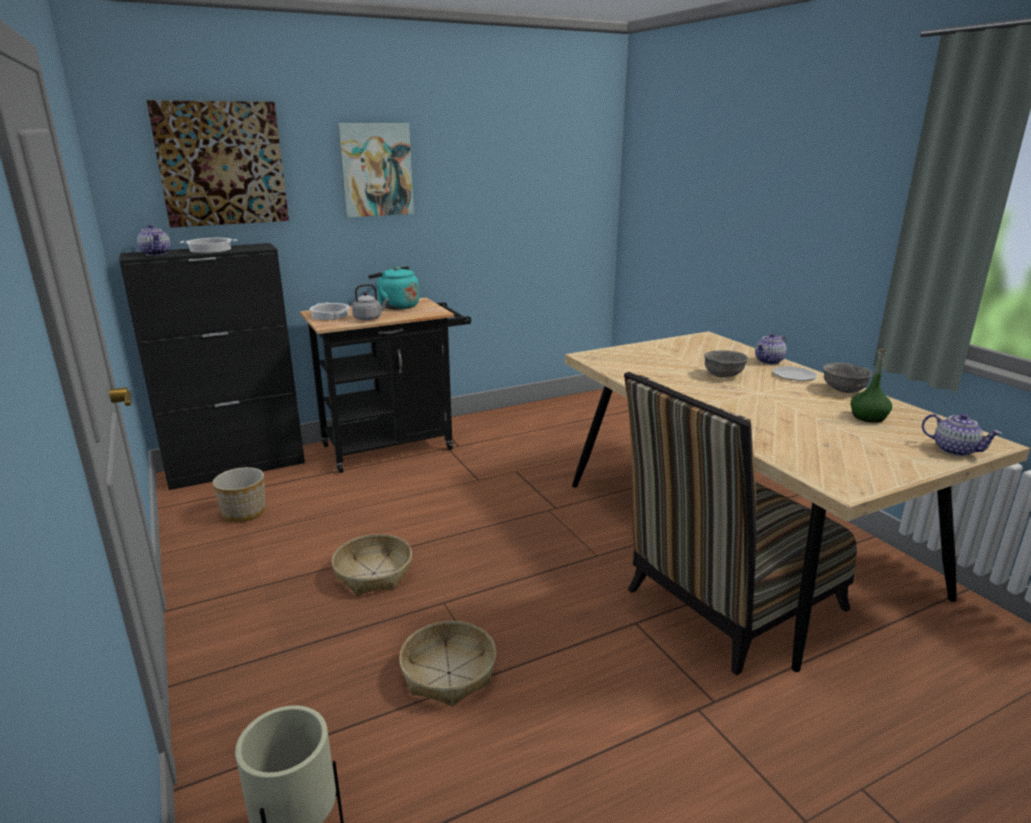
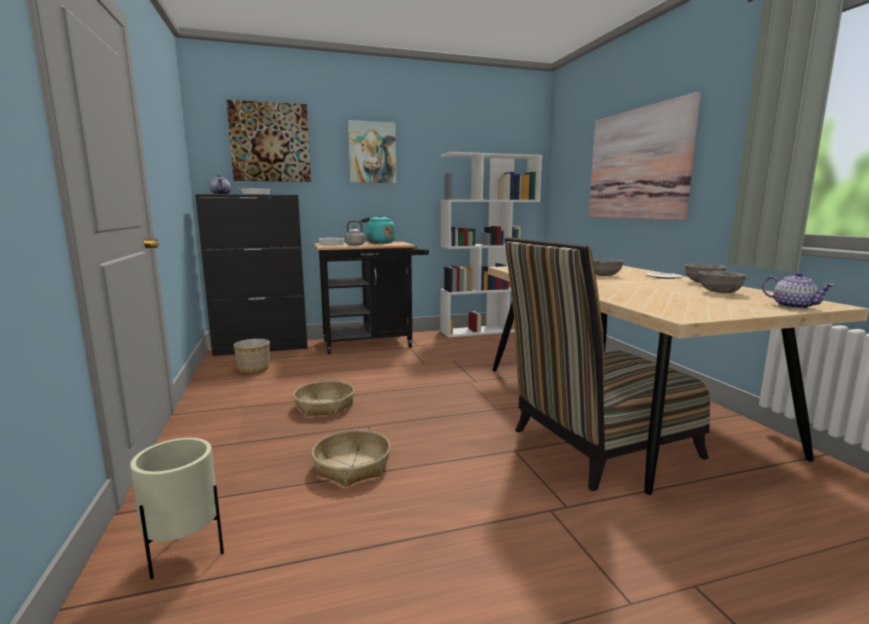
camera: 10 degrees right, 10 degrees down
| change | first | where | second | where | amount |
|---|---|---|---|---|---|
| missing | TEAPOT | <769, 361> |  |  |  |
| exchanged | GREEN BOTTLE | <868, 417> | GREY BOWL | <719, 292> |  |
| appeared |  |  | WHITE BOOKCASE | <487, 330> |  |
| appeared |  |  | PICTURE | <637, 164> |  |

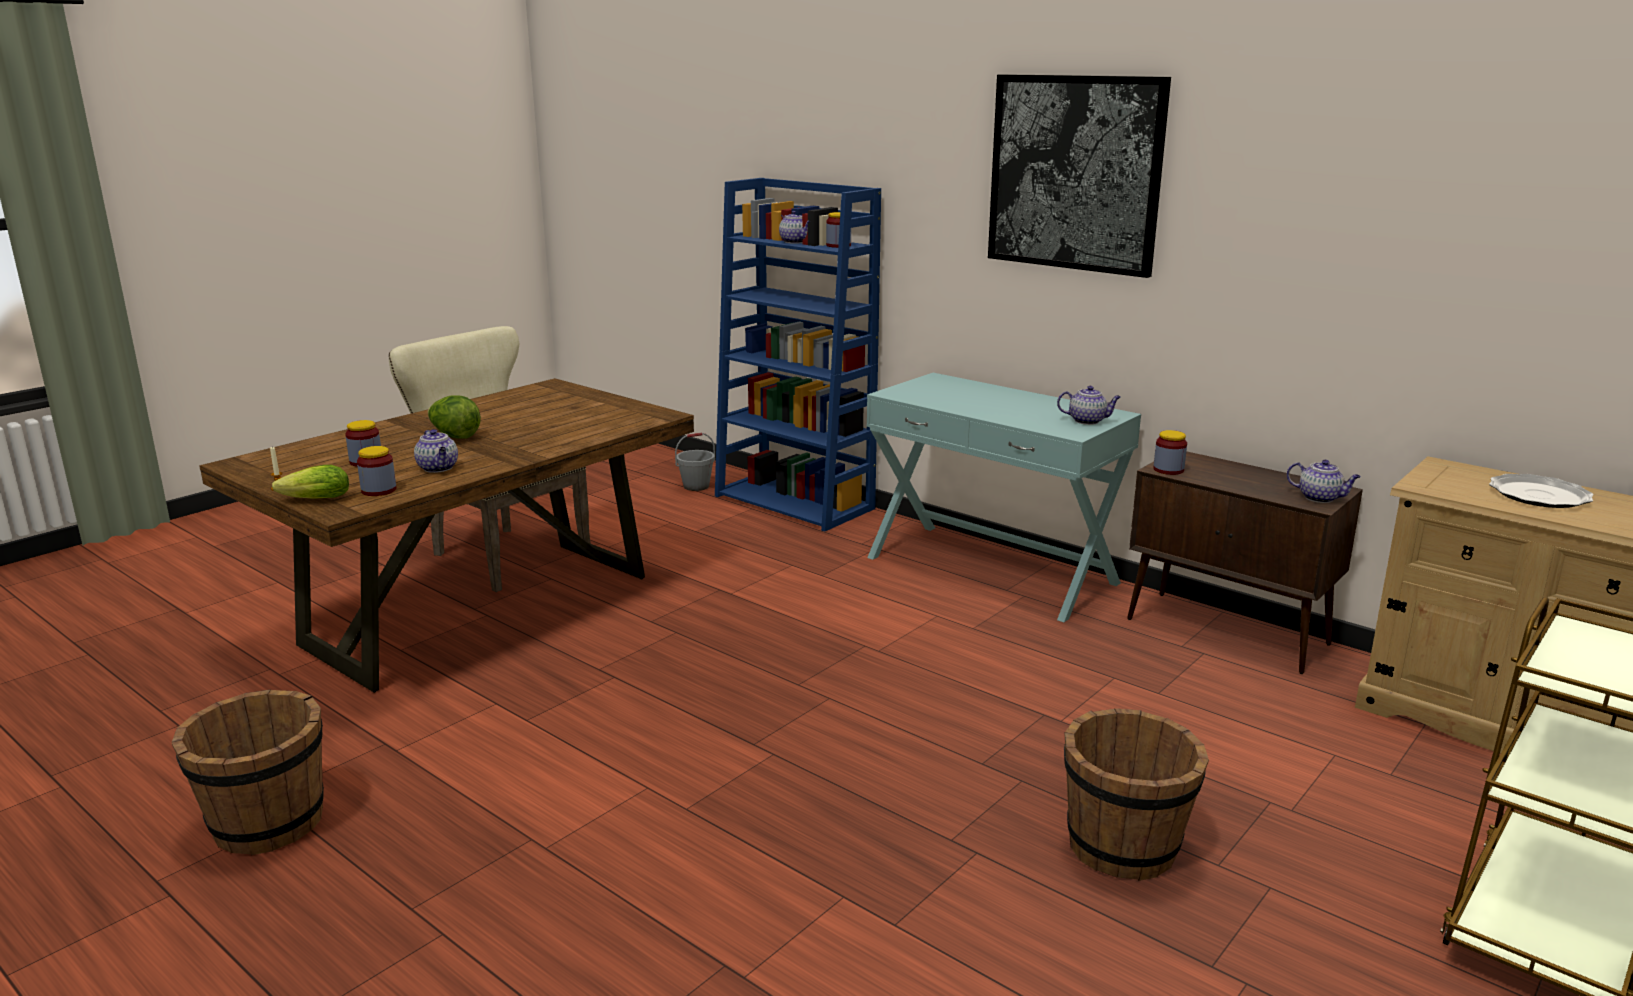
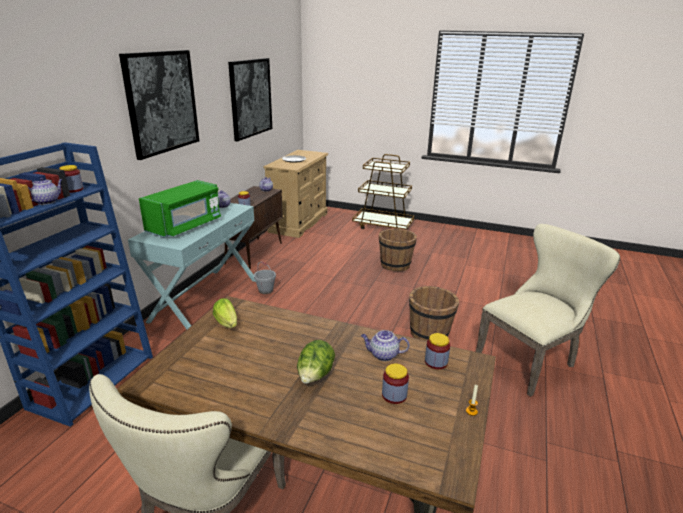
camera: 110 degrees left, 5 degrees up
| change | first | where | second | where | amount |
|---|---|---|---|---|---|
| relocated | BROWN BUCKET | <267, 824> |  | <429, 334> |  |
| relocated | LETTUCE | <313, 500> |  | <227, 323> |  |
| spun | TEAPOT | <438, 468> |  | <383, 355> | 120 degrees counterclockwise |
| relocated | GREY BUCKET | <696, 486> |  | <265, 290> |  |
| appeared |  |  | GREEN MICROWAVE | <185, 226> |  |
| appeared |  |  | PICTURE | <250, 98> |  |
| appeared |  |  | BEIGE CHAIR | <530, 360> |  |

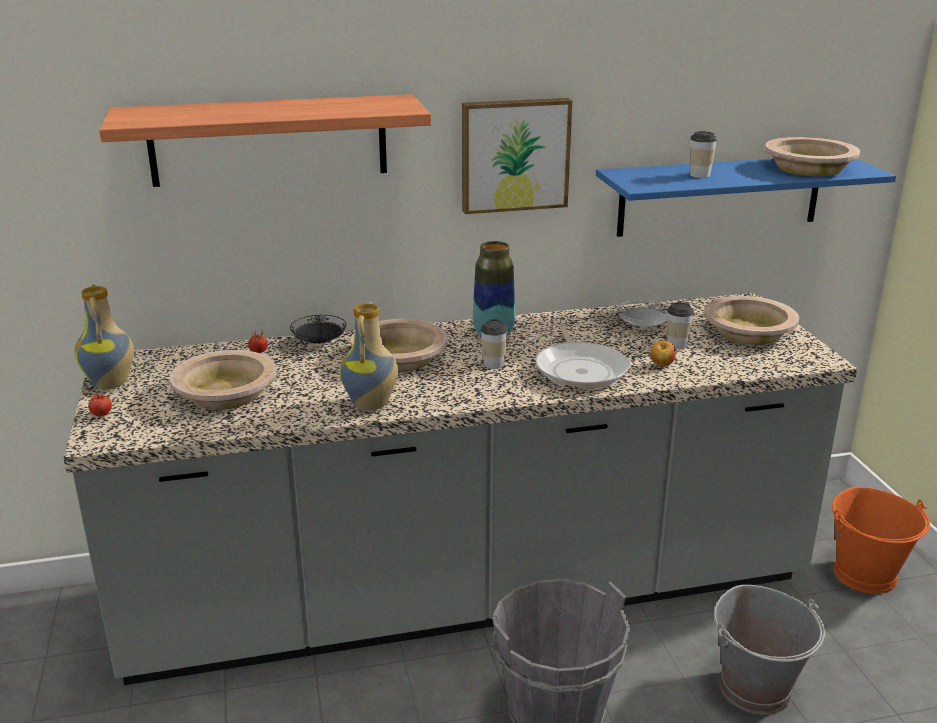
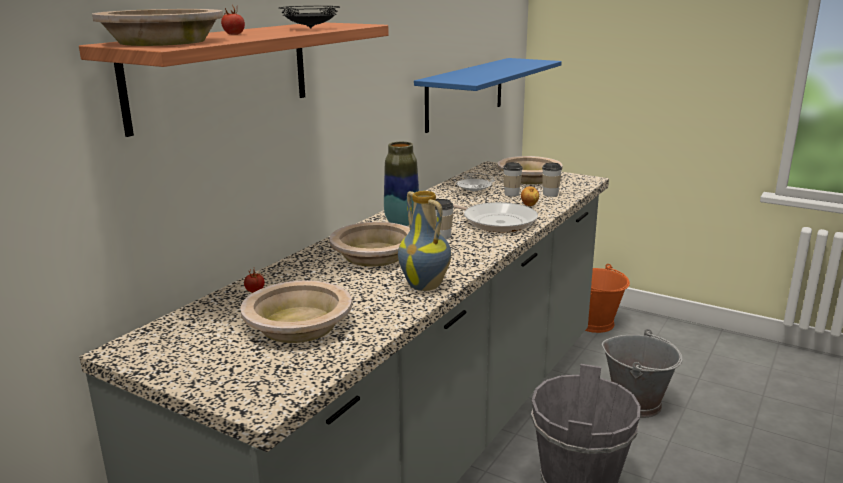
camera: 45 degrees left, 5 degrees down
| change | first | where | second | where | amount |
|---|---|---|---|---|---|
| missing | VASE | <112, 384> |  |  |  |
| relocated | TOMATO | <102, 414> |  | <234, 34> |  |
| relocated | BLACK PLATE | <319, 342> |  | <311, 28> |  |
| missing | PICTURE | <514, 154> |  |  |  |
| relocated | CUP | <699, 175> |  | <550, 194> |  |
| relocated | BEIGE BOWL | <809, 168> |  | <163, 41> |  |

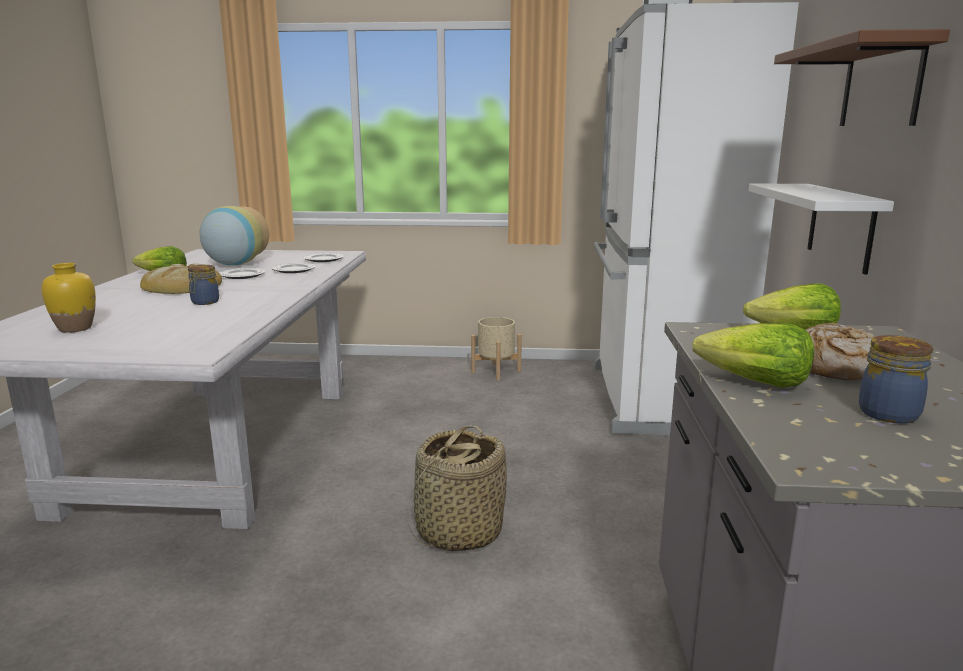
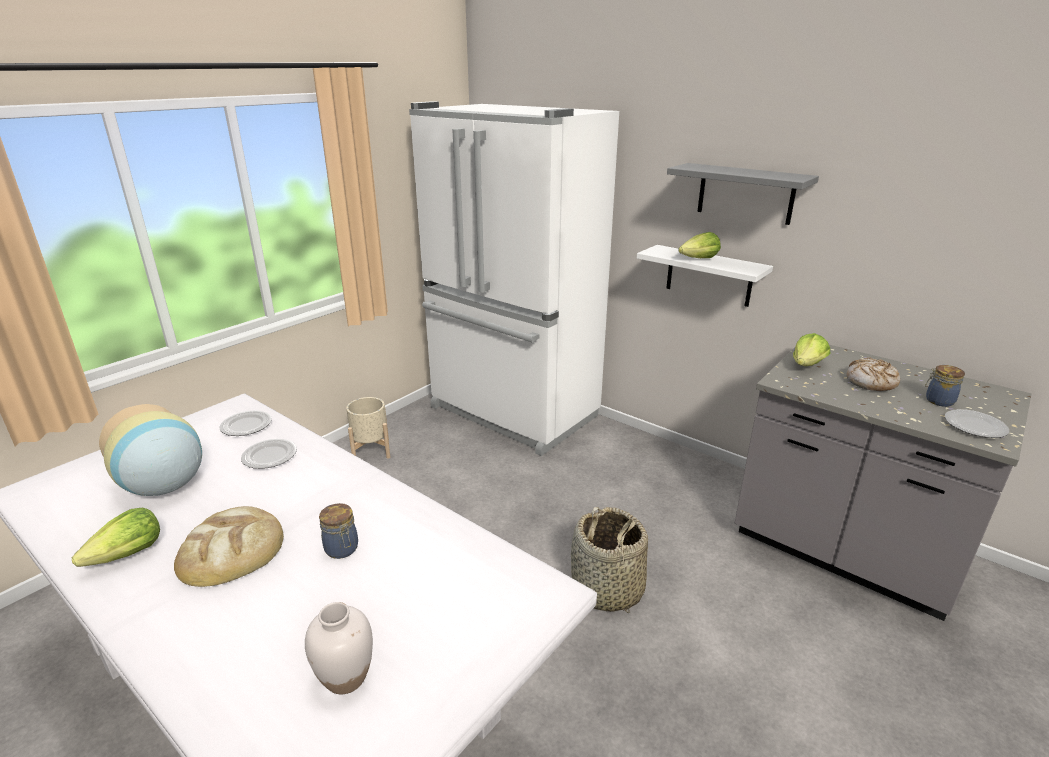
camera: 55 degrees left, 10 degrees up
| change | first | where | second | where | amount |
|---|---|---|---|---|---|
| colour | YELLOW VASE | <75, 328> | WHITE VASE | <345, 677> |  |
| relocated | PLATE | <242, 275> |  | <974, 426> |  |
| relocated | LETTUCE | <754, 383> |  | <699, 259> |  |
| colour | BROWN SHELF | <881, 85> | GREY SHELF | <745, 193> |  |

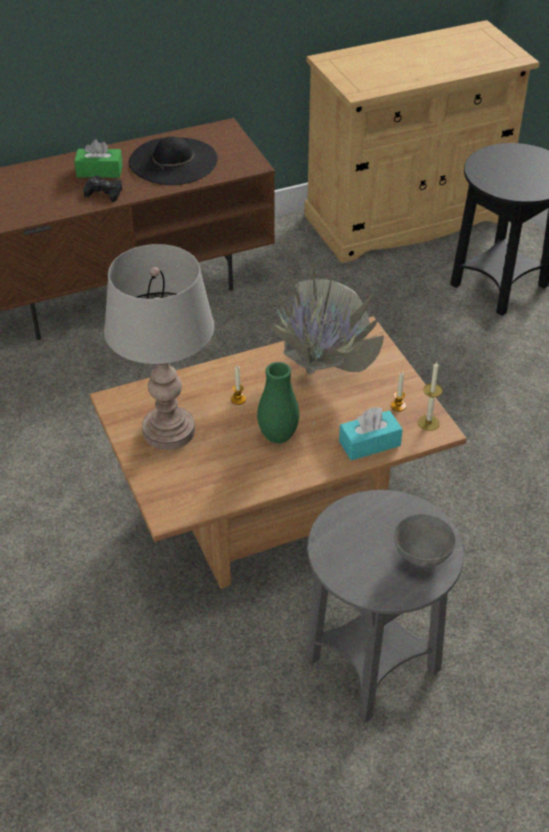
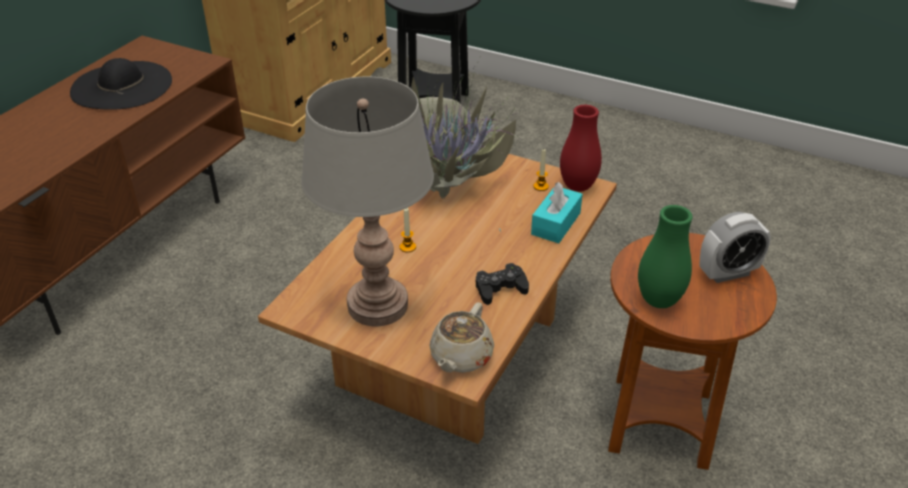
camera: 40 degrees left, 5 degrees down
| change | first | where | second | where | amount |
|---|---|---|---|---|---|
| missing | GREEN TISSUE BOX | <99, 171> |  |  |  |
| relocated | BLACK GAME CONTROLLER | <104, 193> |  | <500, 288> |  |
| relocated | GREEN VASE | <278, 436> |  | <658, 301> |  |
| colour | GREY SIDE TABLE | <372, 665> | BROWN SIDE TABLE | <660, 422> |  |
| exchanged | GREY BOWL | <422, 558> | ALARM CLOCK | <728, 273> |  |
| exchanged | CANDLE | <428, 423> | RED VASE | <577, 186> |  |
| appeared |  |  | BEIGE TEAPOT | <460, 357> |  |

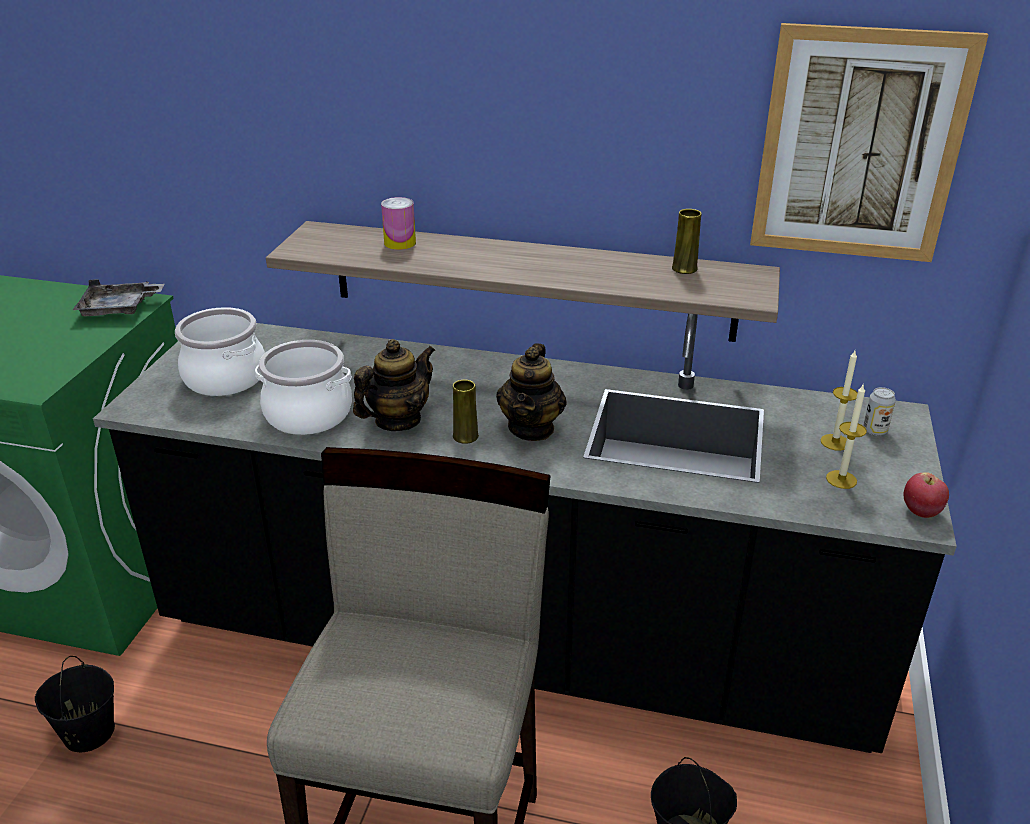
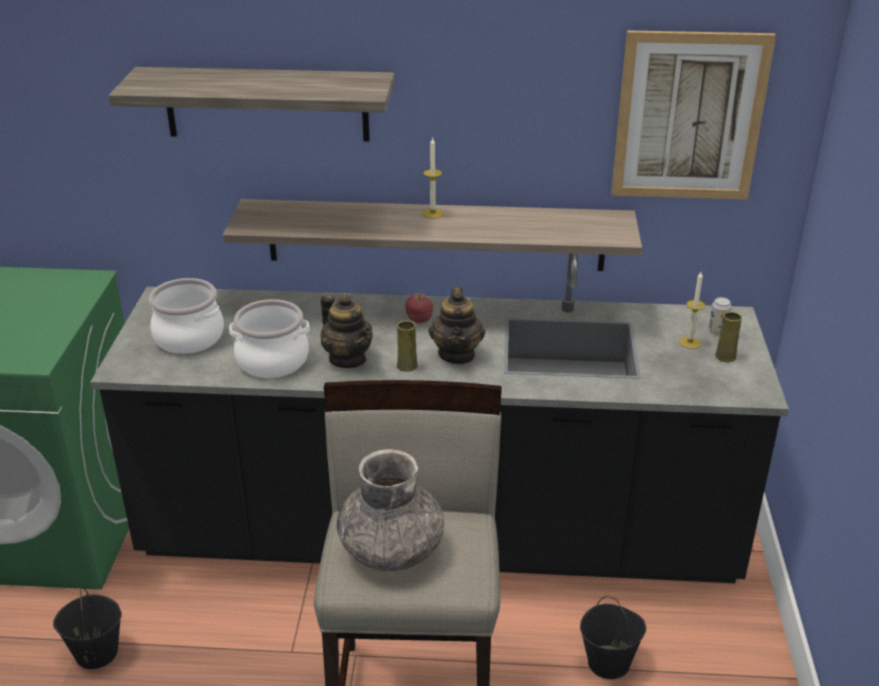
camera: 10 degrees left, 0 degrees up
| change | first | where | second | where | amount |
|---|---|---|---|---|---|
| missing | GREY TRAY | <119, 308> |  |  |  |
| spun | TEAPOT | <397, 420> |  | <348, 359> | 105 degrees clockwise |
| missing | CAN | <400, 243> |  |  |  |
| relocated | YELLOW VASE | <684, 269> |  | <725, 356> |  |
| relocated | CANDLE | <841, 479> |  | <432, 213> |  |
| relocated | APPLE | <921, 512> |  | <419, 320> |  |
| appeared |  |  | SHELF | <266, 104> |  |
| appeared |  |  | GREY VASE | <391, 548> |  |

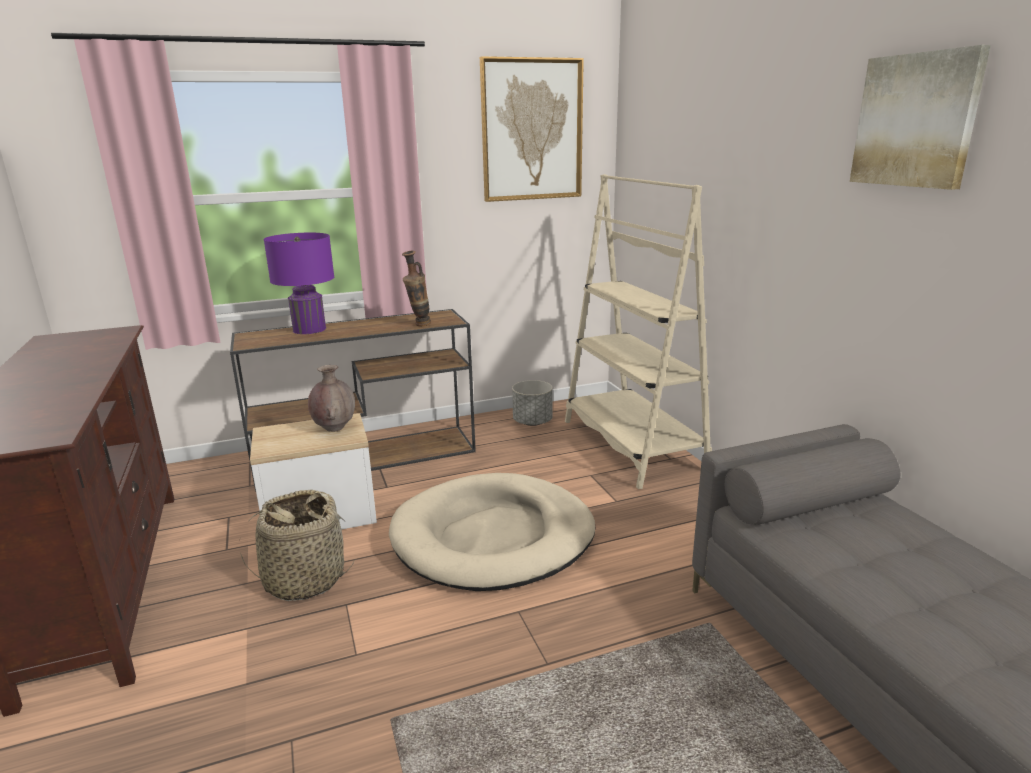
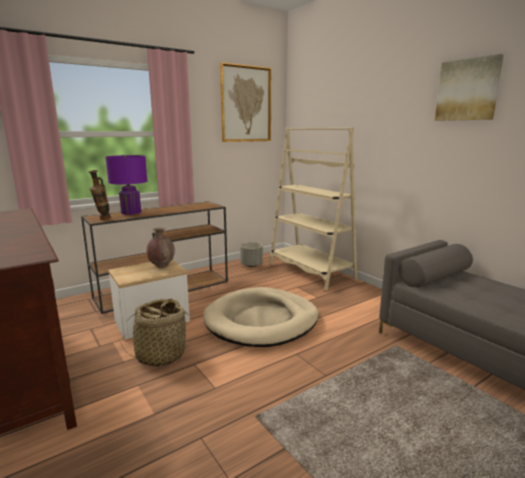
camera: 15 degrees left, 5 degrees down
| change | first | where | second | where | amount |
|---|---|---|---|---|---|
| relocated | VASE | <419, 325> |  | <102, 219> |  |

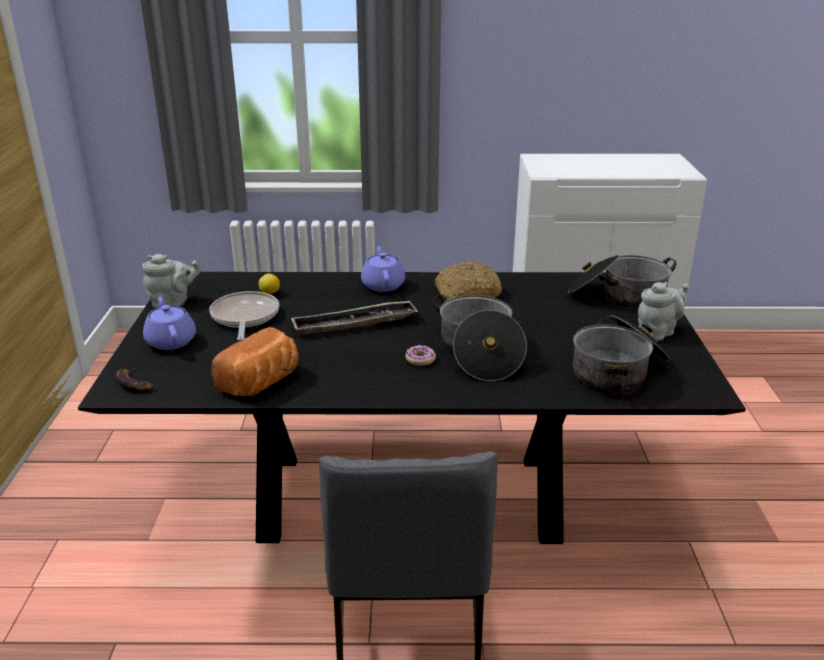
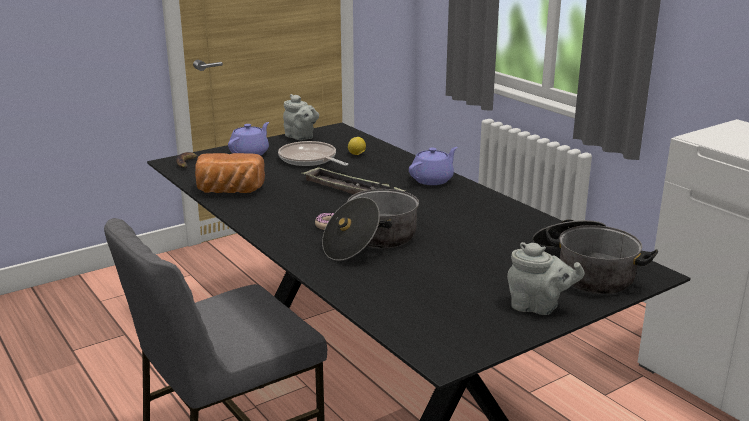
camera: 55 degrees right, 5 degrees down
| change | first | where | second | where | amount |
|---|---|---|---|---|---|
| spun | FRYING PAN | <244, 317> |  | <310, 159> | 90 degrees counterclockwise |
| missing | BREAD | <466, 293> |  |  |  |
| missing | COOKING POT | <618, 371> |  |  |  |

